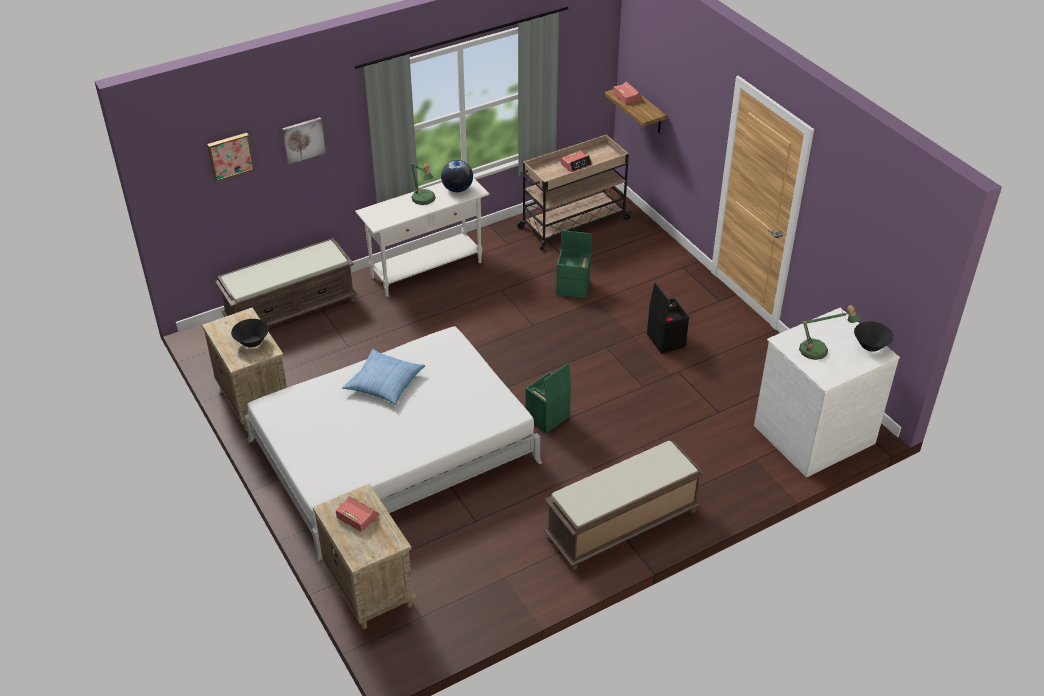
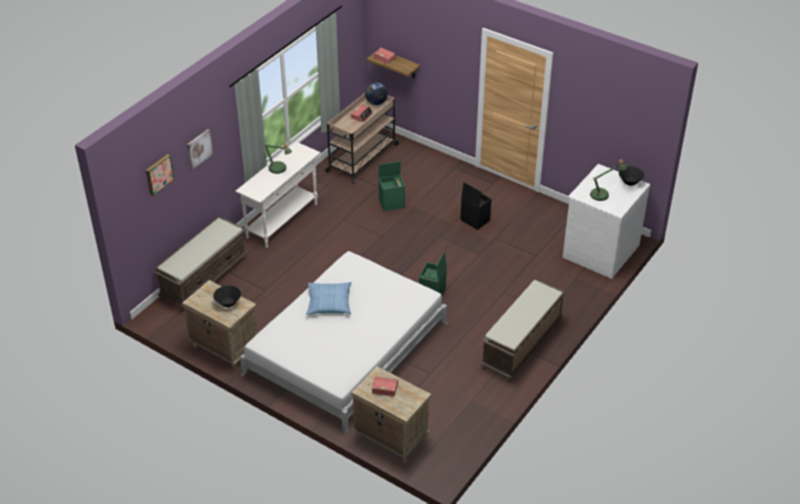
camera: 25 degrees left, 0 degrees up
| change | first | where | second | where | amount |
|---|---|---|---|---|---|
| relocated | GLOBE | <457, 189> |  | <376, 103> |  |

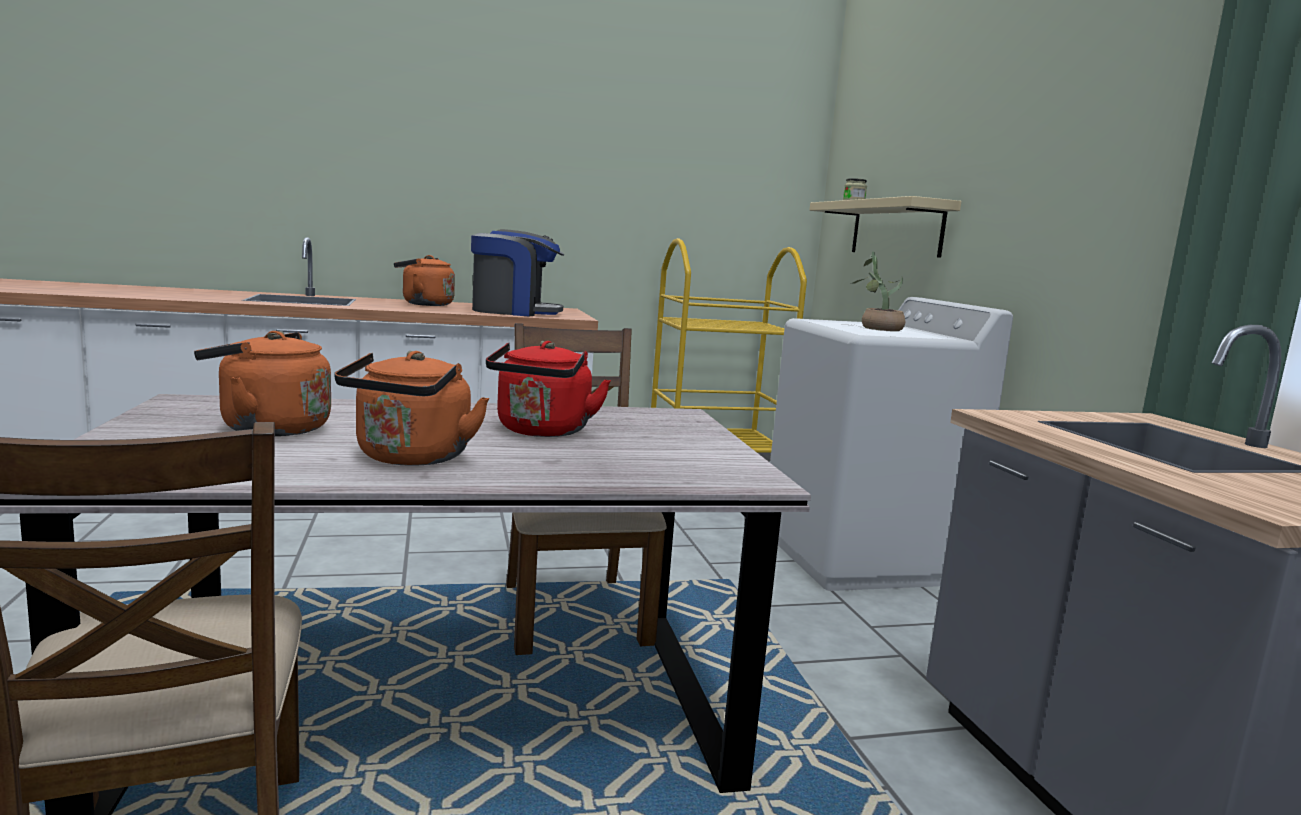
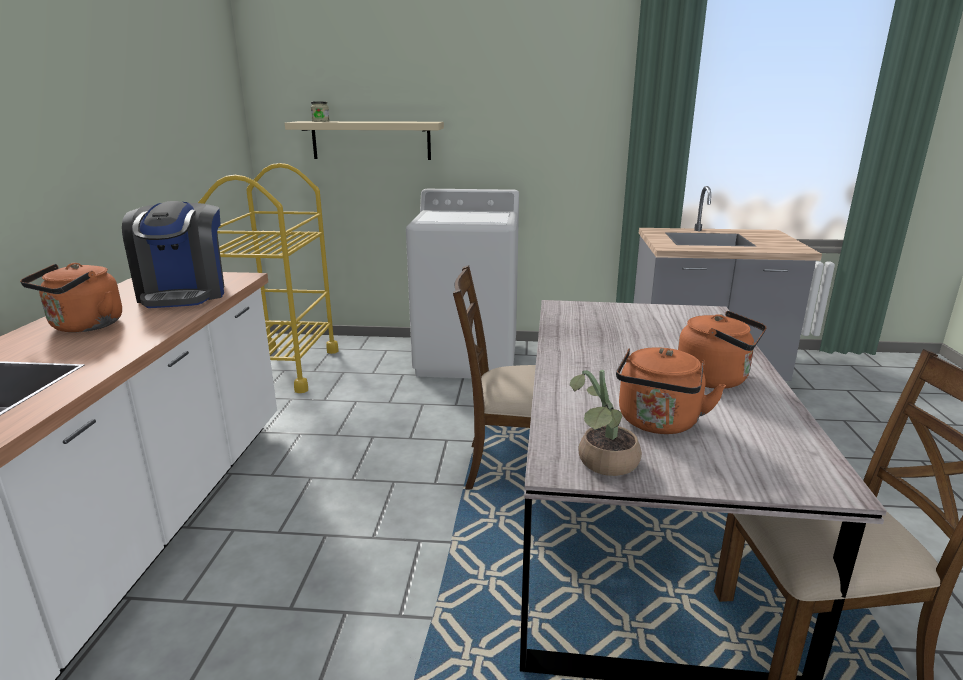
camera: 70 degrees left, 10 degrees up
| change | first | where | second | where | amount |
|---|---|---|---|---|---|
| spun | COFFEE MACHINE | <514, 312> |  | <184, 294> | 150 degrees clockwise |
| missing | RED KETTLE | <542, 432> |  |  |  |
| relocated | POTTED PLANT | <876, 328> |  | <603, 464> |  |

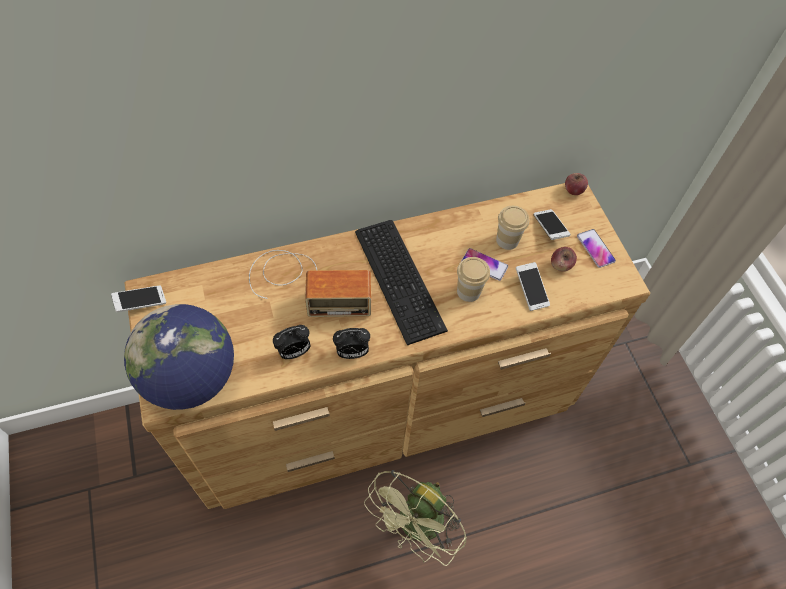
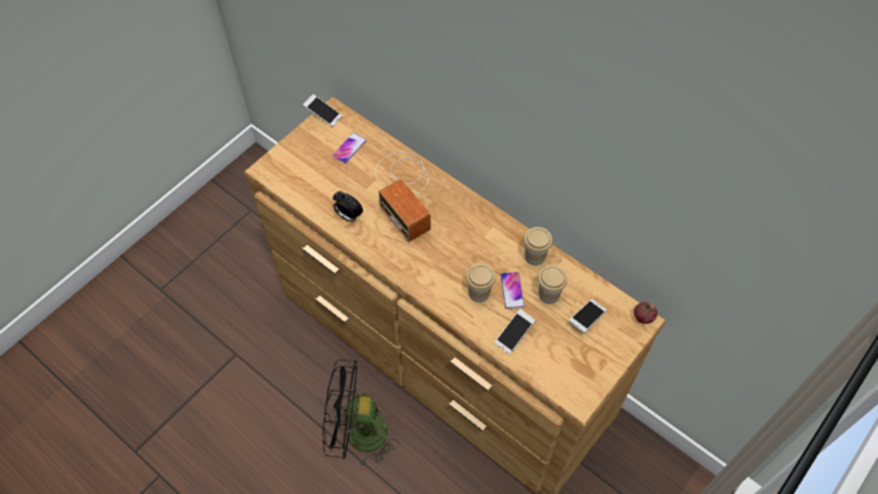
camera: 60 degrees right, 0 degrees up
| change | first | where | second | where | amount |
|---|---|---|---|---|---|
| missing | GLOBE | <191, 378> |  |  |  |
| missing | ALARM CLOCK | <352, 352> |  |  |  |
| missing | KEYBOARD | <401, 277> |  |  |  |
| colour | GREEN FAN | <417, 529> | BLACK FAN | <357, 434> |  |
| missing | APPLE | <561, 265> |  |  |  |
| relocated | PHONE | <595, 248> |  | <349, 148> |  |
| appeared |  |  | CUP | <535, 256> |  |

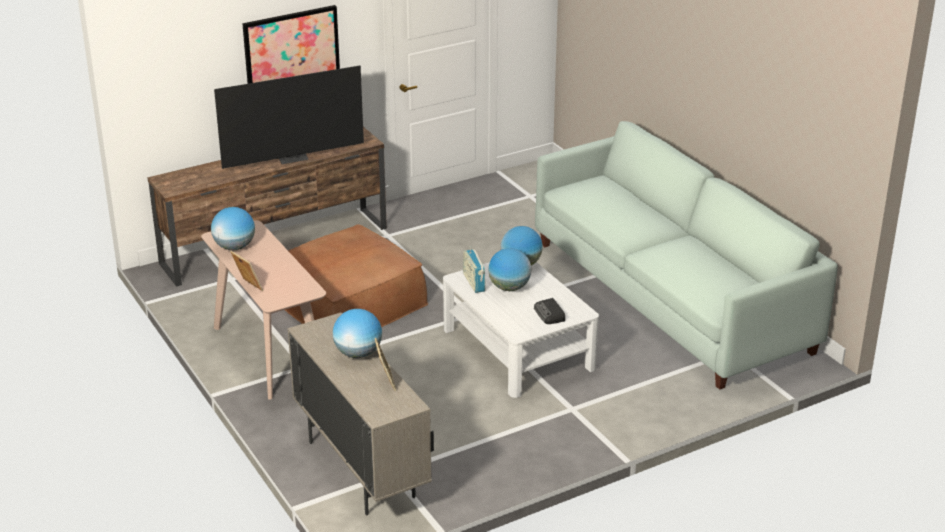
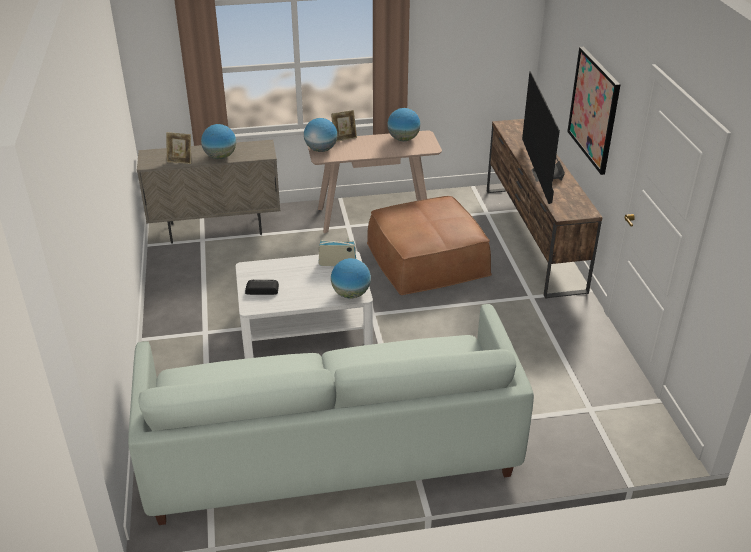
camera: 110 degrees right, 5 degrees up
| change | first | where | second | where | amount |
|---|---|---|---|---|---|
| relocated | GLOBE | <509, 287> |  | <321, 150> |  |

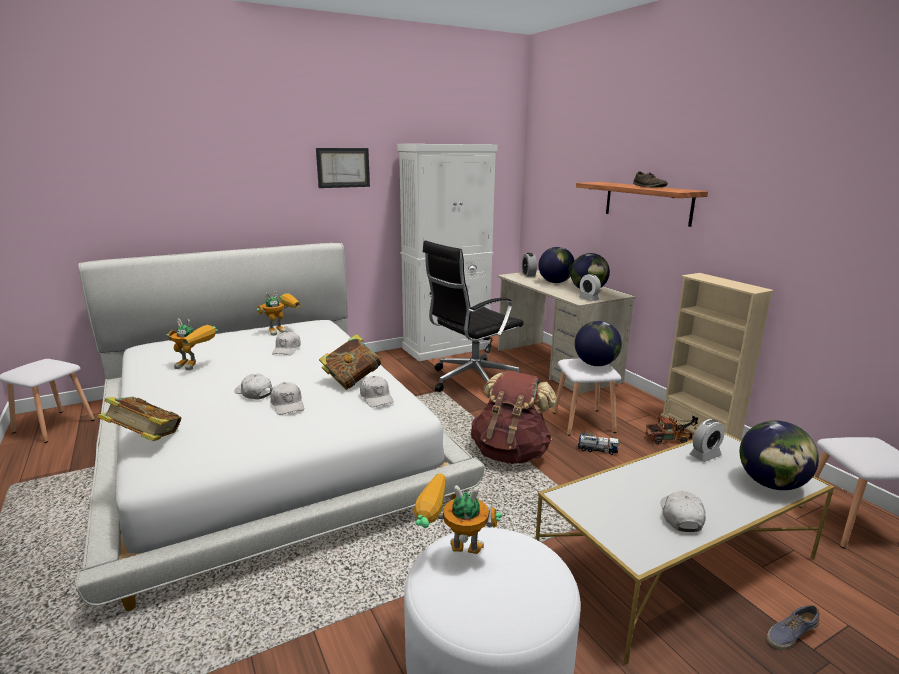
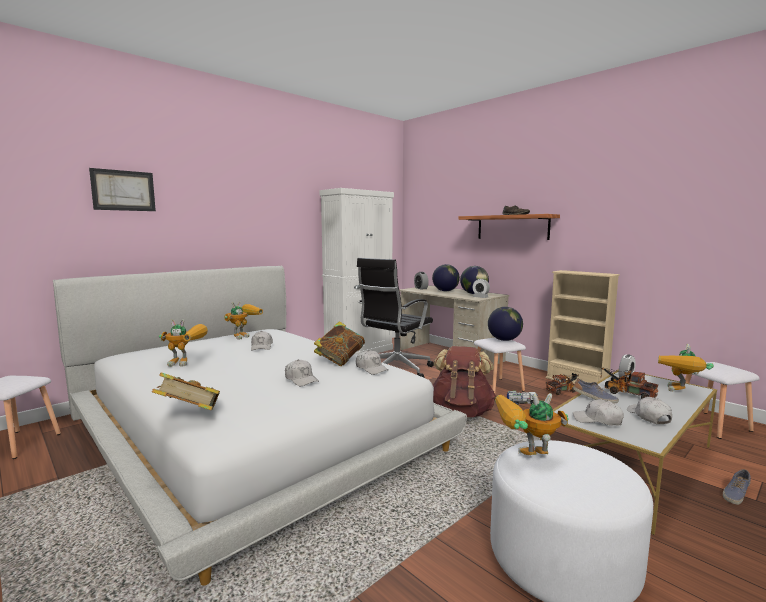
camera: 15 degrees left, 10 degrees down
| change | first | where | second | where | amount |
|---|---|---|---|---|---|
| relocated | WHITE CAP | <254, 393> |  | <597, 420> |  |
| relocated | PICTURE | <343, 167> |  | <123, 190> |  |
| exchanged | GLOBE | <771, 484> | TOY ROBOT | <681, 392> |  |
| appeared |  |  | SHOE | <594, 399> |  |
| appeared |  |  | TOY TRUCK | <626, 393> |  |

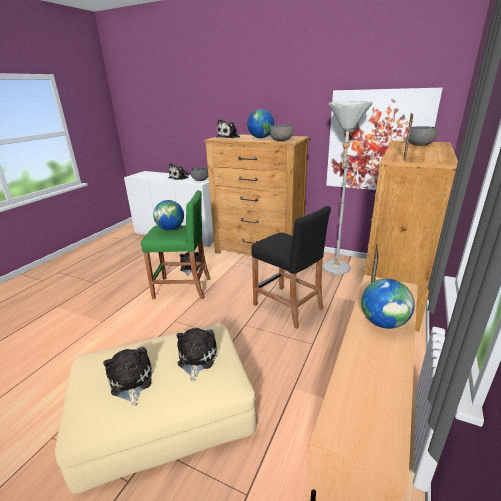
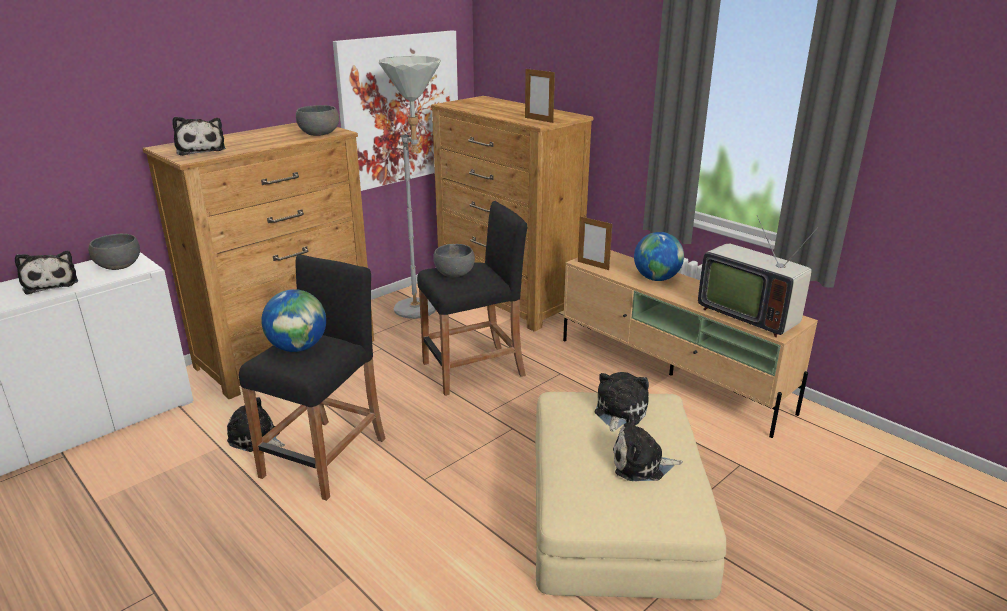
camera: 70 degrees left, 0 degrees up
| change | first | where | second | where | amount |
|---|---|---|---|---|---|
| colour | GREEN STOOL | <182, 288> | BLACK STOOL | <325, 458> |  |
| spun | PLUSH TOY | <196, 358> |  | <619, 412> | 90 degrees clockwise |
| missing | GLOBE | <260, 138> |  |  |  |
| relocated | GREY BOWL | <420, 144> |  | <454, 273> |  |
| appeared |  |  | TELEVISION | <748, 315> |  |

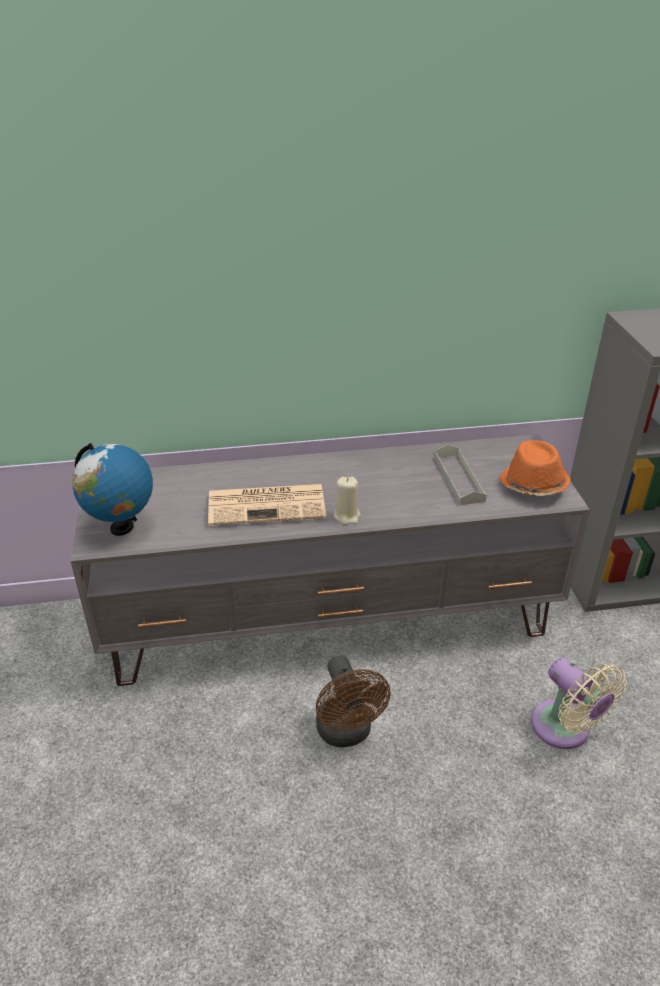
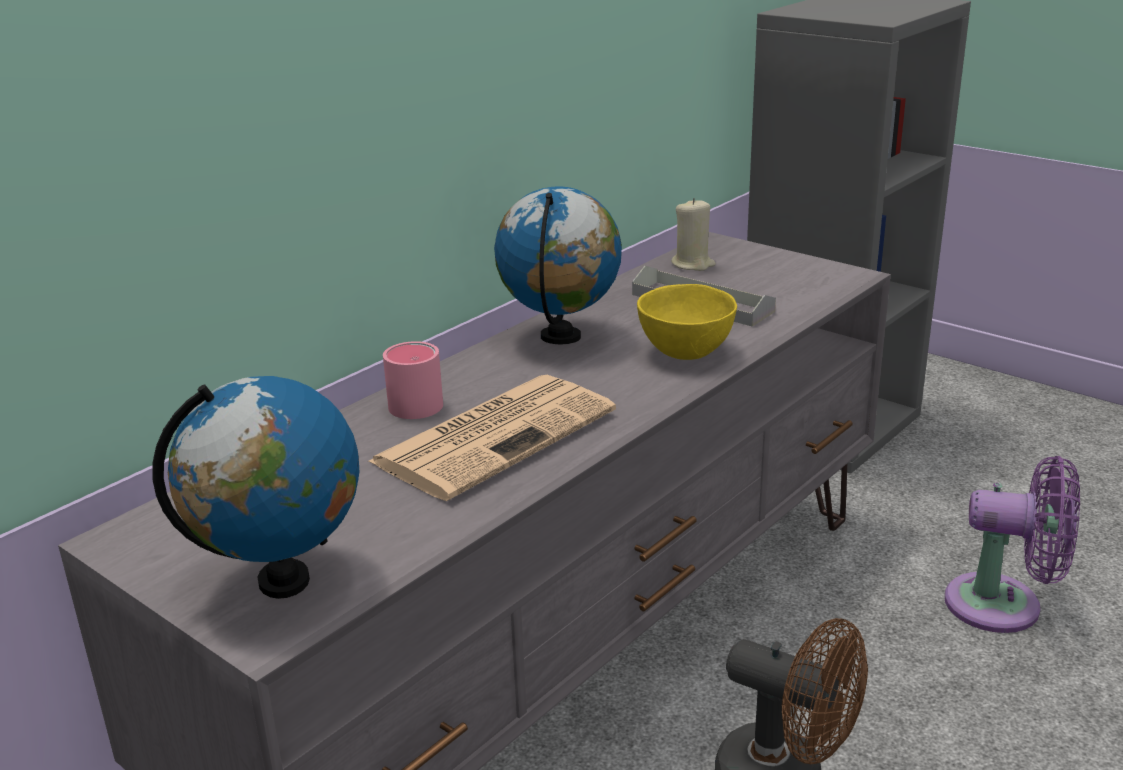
camera: 40 degrees left, 10 degrees down
| change | first | where | second | where | amount |
|---|---|---|---|---|---|
| relocated | BEIGE CANDLE | <347, 516> |  | <693, 264> |  |
| missing | ORANGE HAT | <532, 485> |  |  |  |
| colour | BEIGE FAN | <565, 730> | PURPLE FAN | <1003, 606> |  |
| appeared |  |  | PINK MUG | <417, 400> |  |
| appeared |  |  | GLOBE | <561, 337> |  |
| appeared |  |  | YELLOW BOWL | <686, 351> |  |

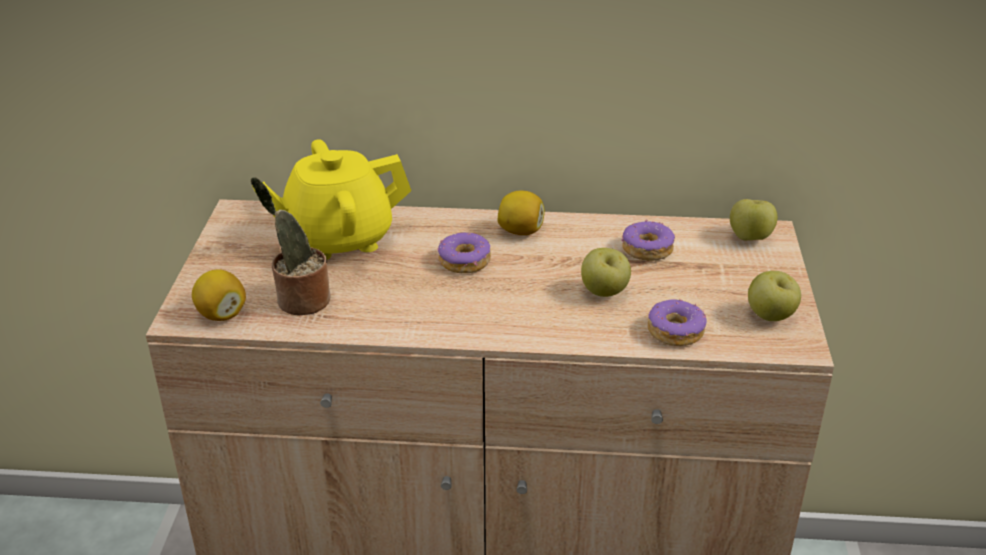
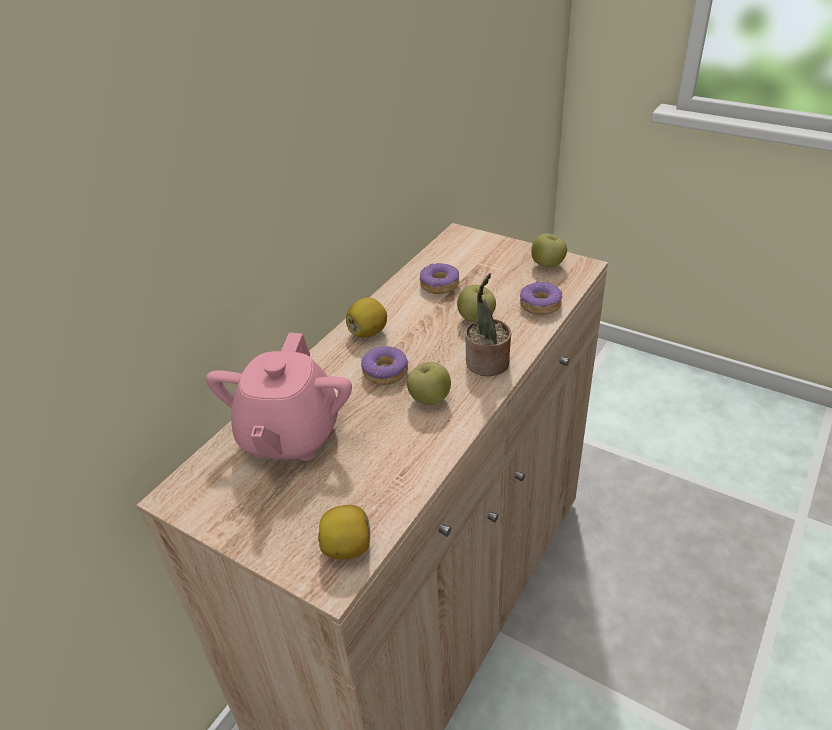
camera: 60 degrees left, 5 degrees up
| change | first | where | second | where | amount |
|---|---|---|---|---|---|
| relocated | POTTED PLANT | <299, 300> |  | <487, 364> |  |
| colour | YELLOW TEAPOT | <338, 239> | PINK TEAPOT | <289, 435> |  |
| relocated | APPLE | <750, 238> |  | <429, 399> |  |

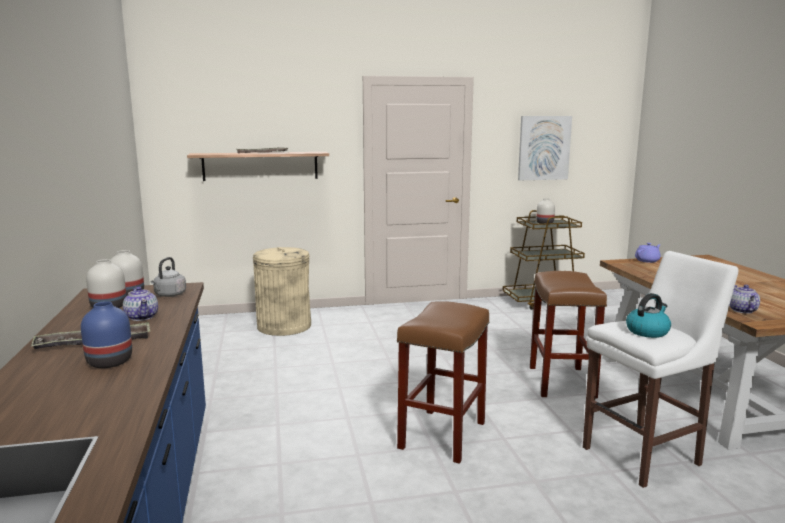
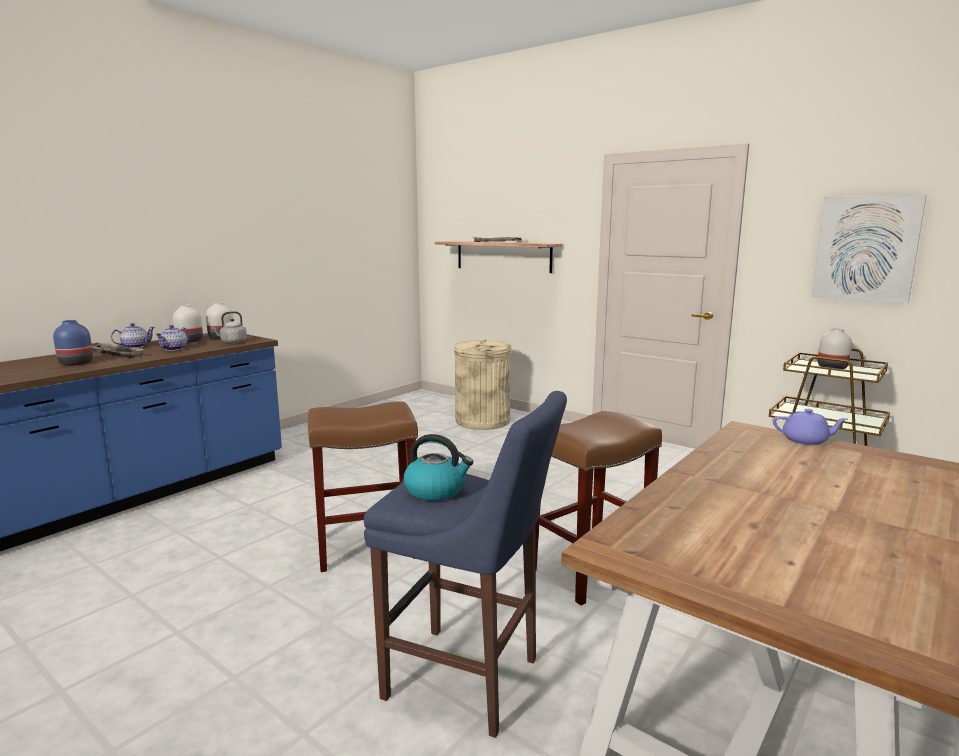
camera: 50 degrees right, 0 degrees up
| change | first | where | second | where | amount |
|---|---|---|---|---|---|
| colour | WHITE STOOL | <645, 455> | BLUE STOOL | <468, 681> |  |
| relocated | TEAPOT | <742, 310> |  | <135, 346> |  |

